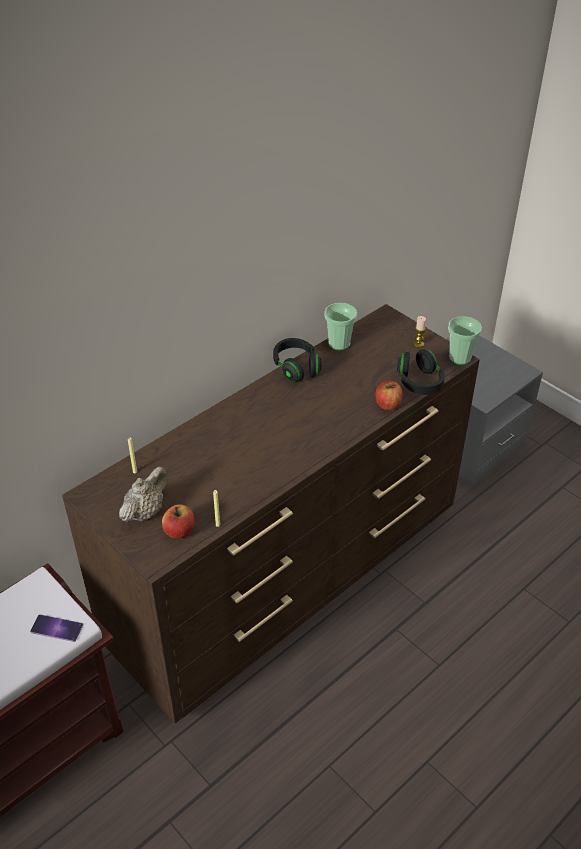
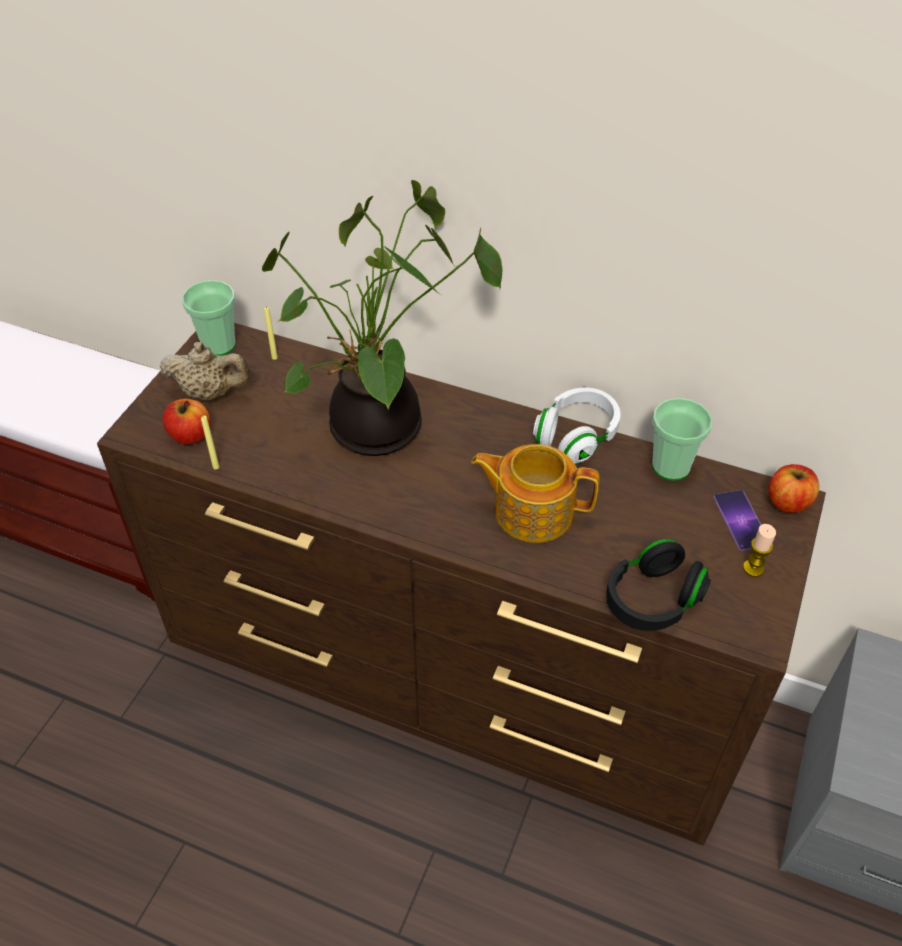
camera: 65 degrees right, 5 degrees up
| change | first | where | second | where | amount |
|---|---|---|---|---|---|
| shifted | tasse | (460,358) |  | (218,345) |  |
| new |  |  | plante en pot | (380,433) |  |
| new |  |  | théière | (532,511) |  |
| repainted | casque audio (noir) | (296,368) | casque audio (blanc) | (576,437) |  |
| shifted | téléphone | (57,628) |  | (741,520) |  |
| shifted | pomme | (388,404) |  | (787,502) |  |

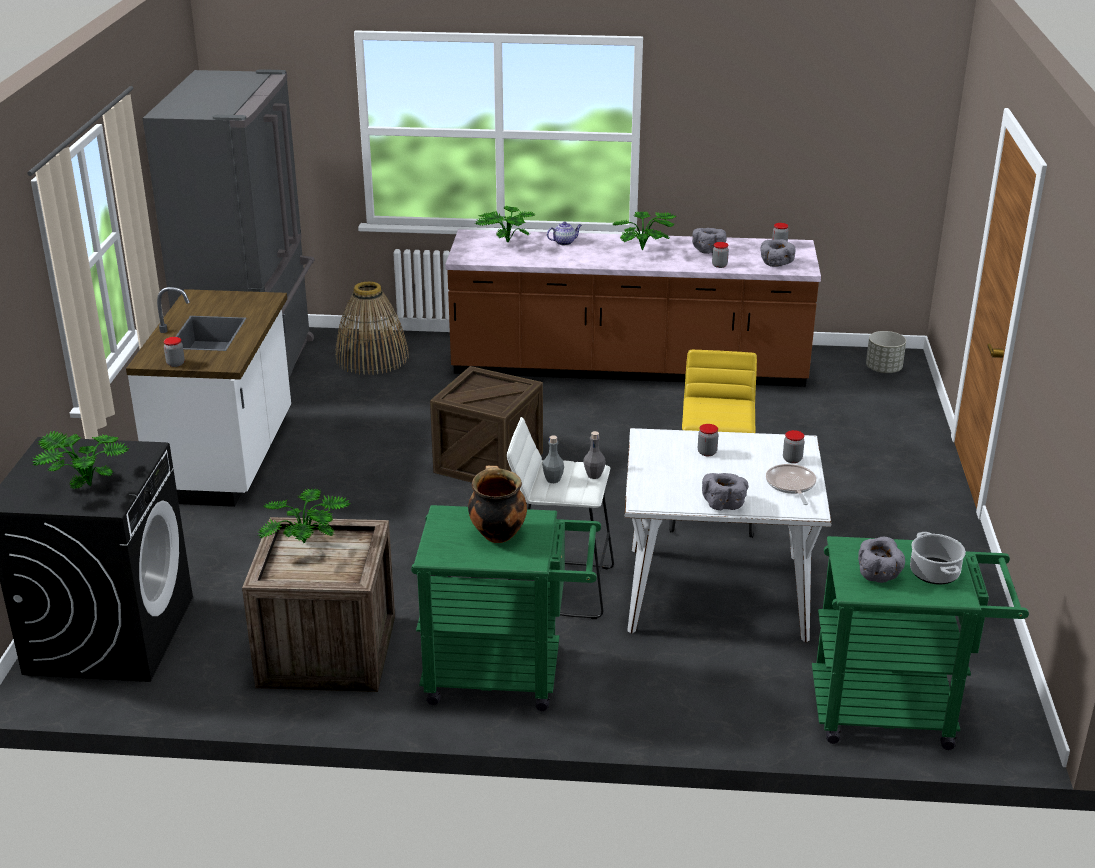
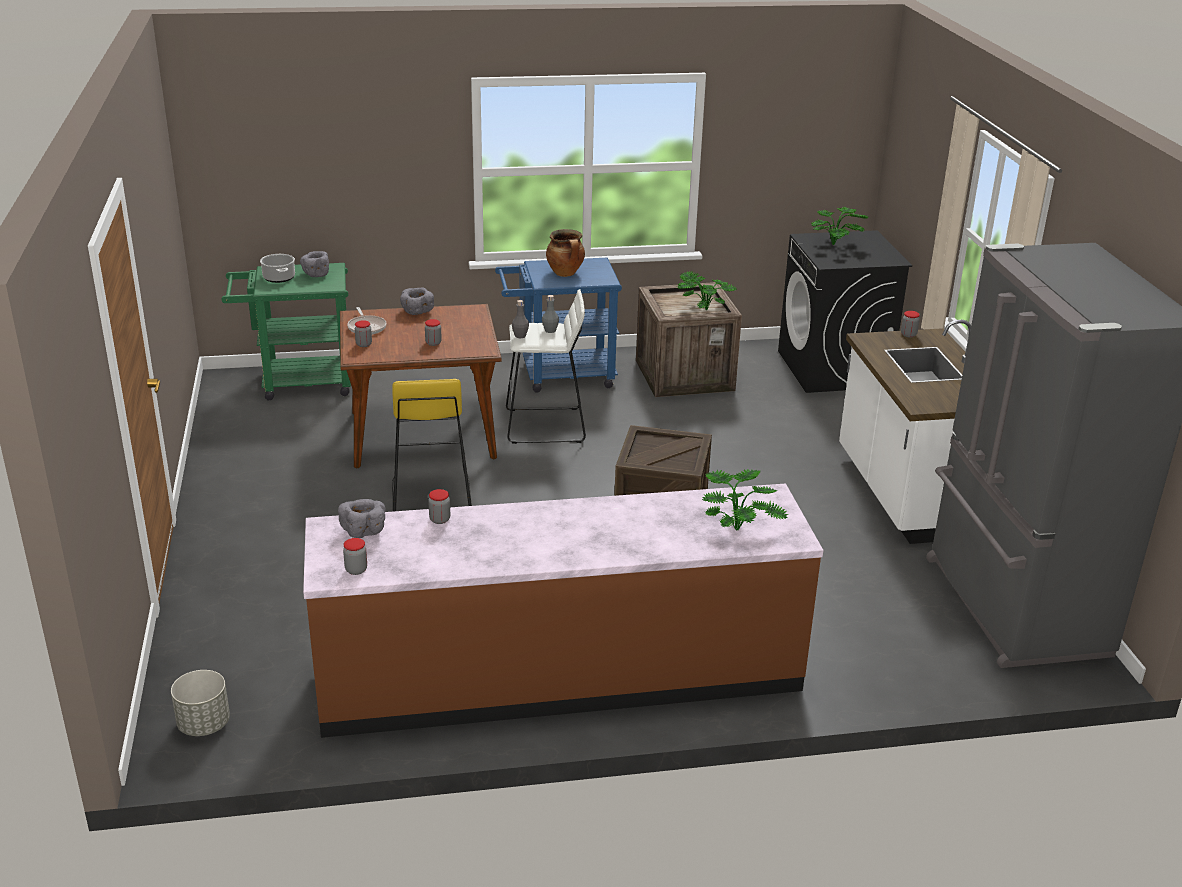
camera: 165 degrees right, 0 degrees up
| change | first | where | second | where | amount |
|---|---|---|---|---|---|
| repainted | table à manger (blanc) | (715,593) | table à manger (marron) | (423,435) |  |
| repainted | chariot (vert) | (507,675) | chariot (bleu) | (559,375) |  |
| gone | panier | (372,358) |  |  |  |
| gone | théière | (564,242) |  |  |  |
| gone | plante en pot | (645,251) |  |  |  |
| gone | bol (gris) | (709,250) |  |  |  |

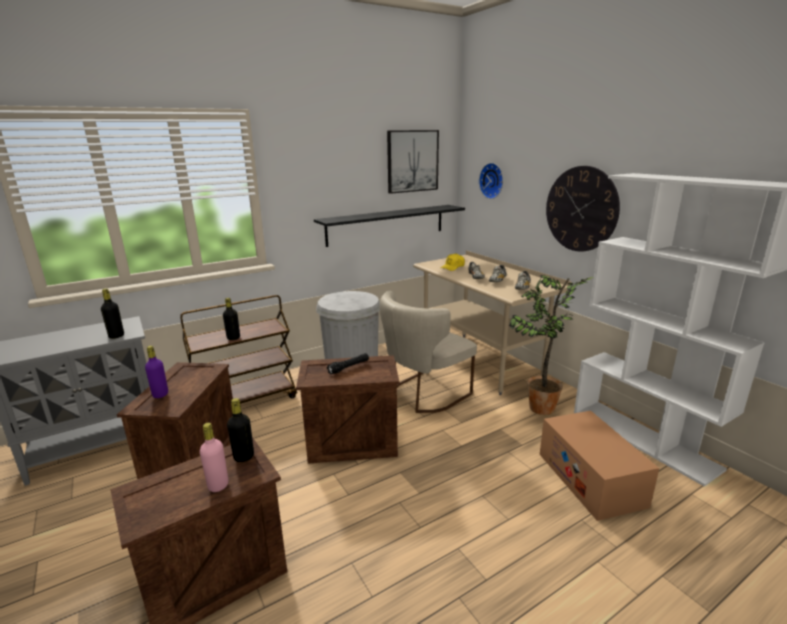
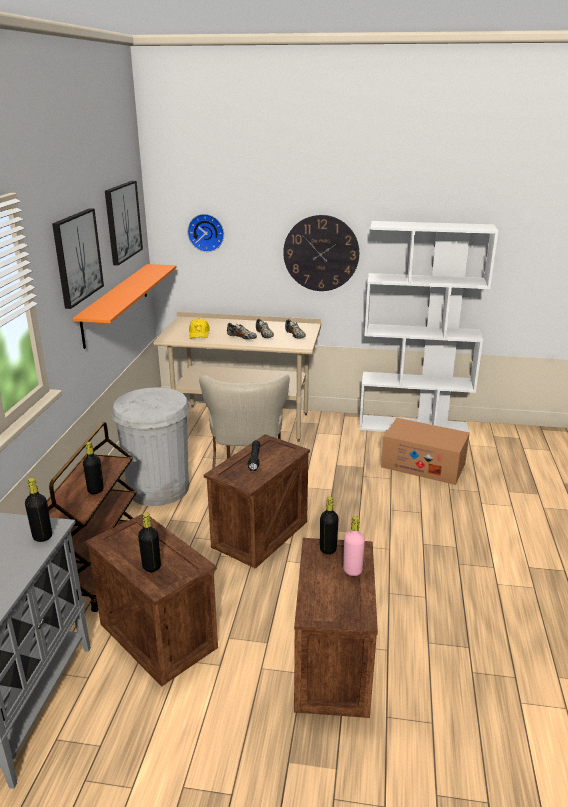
camera: 50 degrees left, 5 degrees up
| change | first | where | second | where | amount |
|---|---|---|---|---|---|
| new |  |  | tableau | (77,257) |  |
| repainted | étagère (noir) | (386,224) | étagère (orange) | (116,303) |  |
| repainted | bouteille (violet) | (160,394) | bouteille (noir) | (151,567) |  |
| gone | plante en pot | (540,410) |  |  |  |

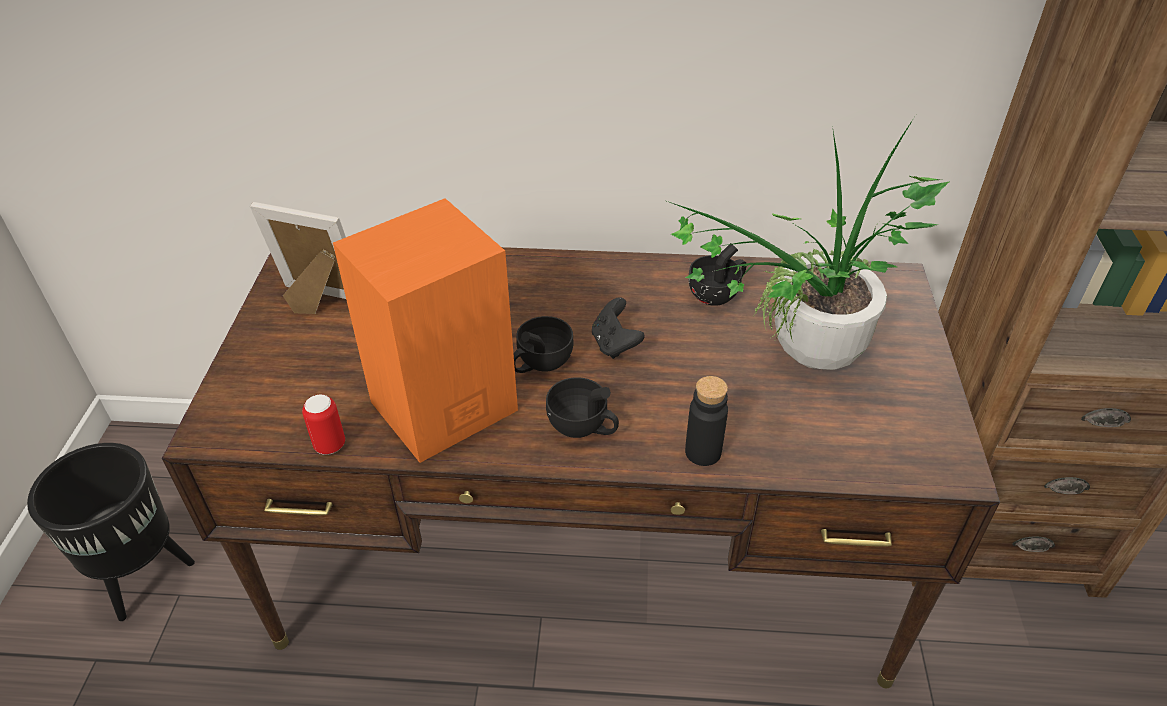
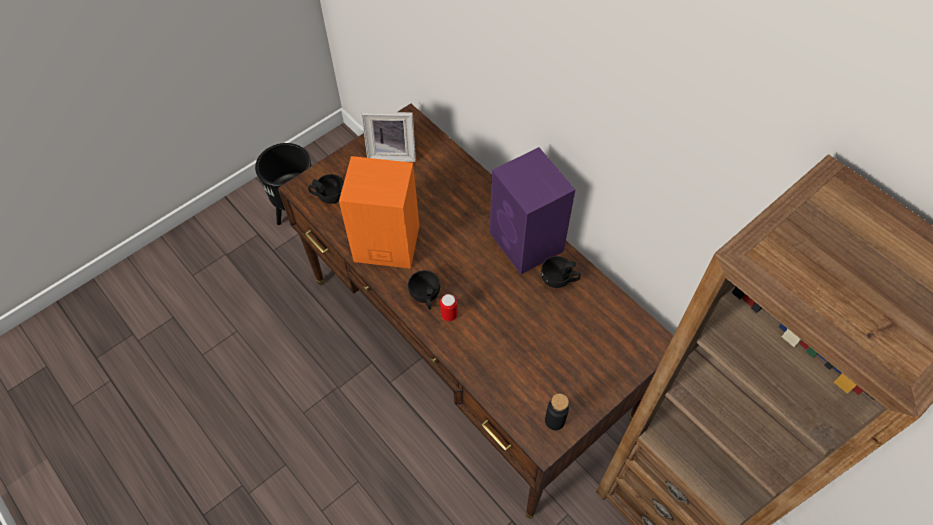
camera: 45 degrees right, 15 degrees up
| change | first | where | second | where | amount |
|---|---|---|---|---|---|
| shifted | tasse (noir) | (540,363) |  | (328,196) |  |
| rotated | cadre photo | (318,303) |  | (392,153) | 120 degrees clockwise |
| shifted | boîte métallique | (330,445) |  | (449,315) |  |
| new |  |  | enceinte (violet) | (527,243) |  |
| shifted | bouteille (noir) | (703,452) |  | (554,420) |  |
| gone | manette (noir) | (615,344) |  |  |  |
| gone | plante en pot | (801,360) |  |  |  |

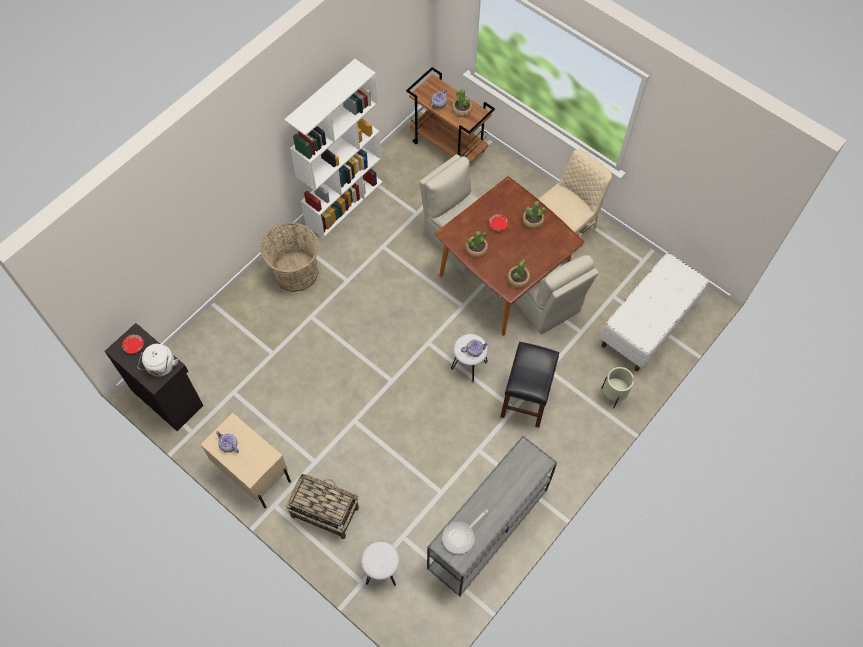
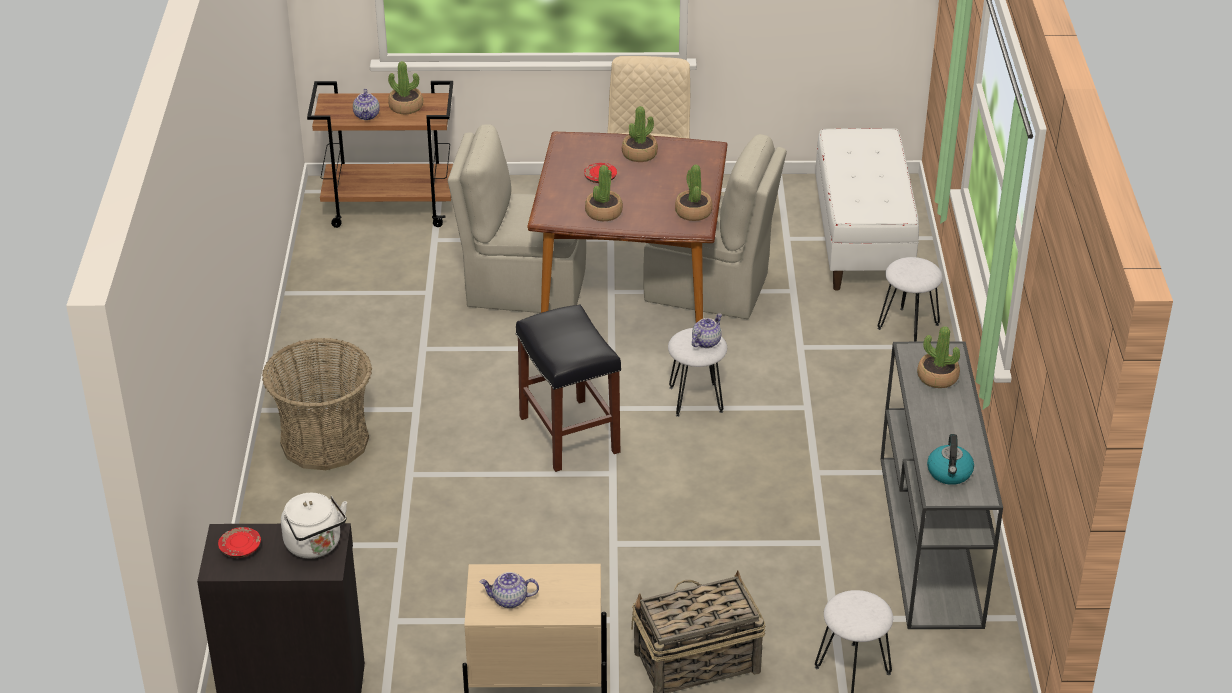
camera: 40 degrees left, 25 degrees down
| change | first | where | second | where | amount |
|---|---|---|---|---|---|
| shifted | tabouret (noir) | (526,400) |  | (570,435) |  |
| swapped | cache-pot (beige) | (613,396) | tabouret (blanc) | (908,327) |  |
| new |  |  | plante en pot | (937,377) |  |
| swapped | poêle | (460,536) | bouilloire | (949,473) |  |
| gone | bibliothèque (blanc) | (344,202) |  |  |  |

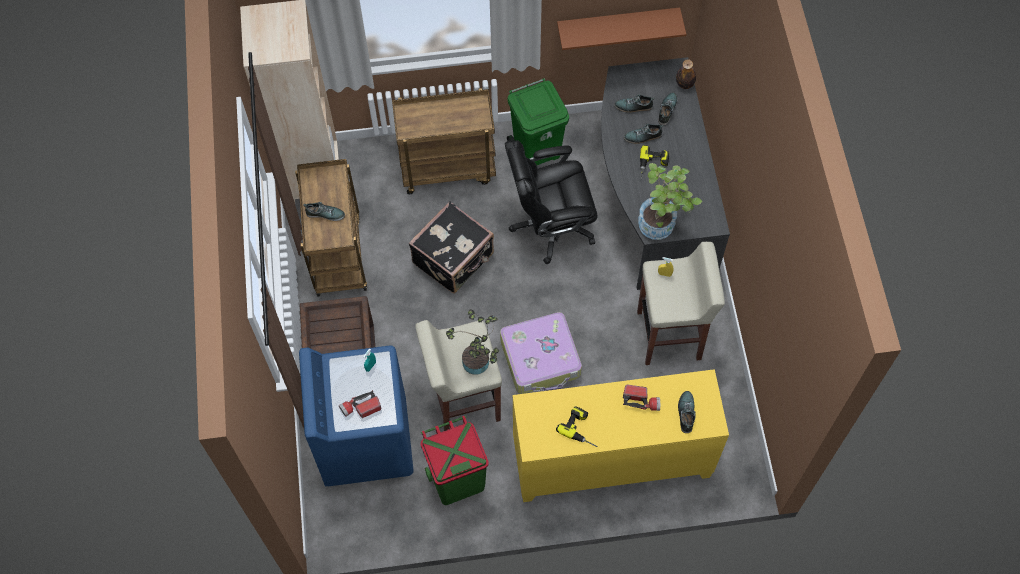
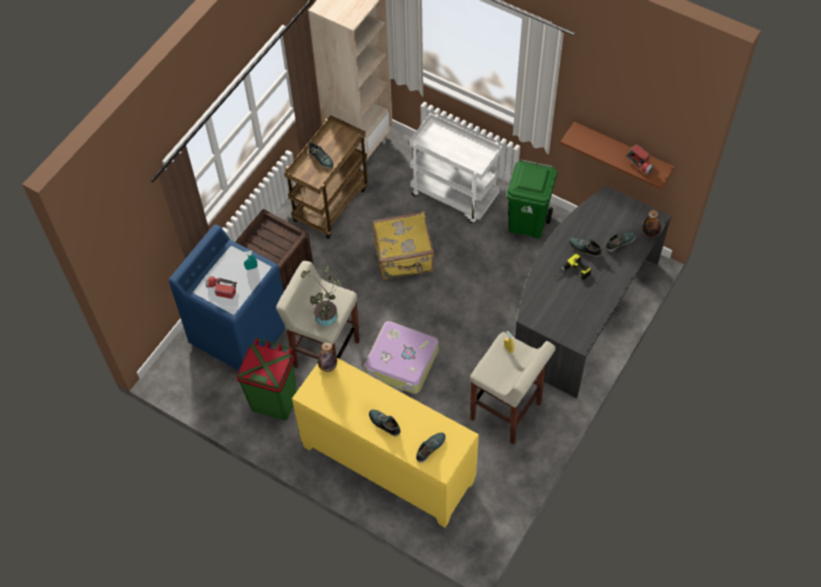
camera: 40 degrees right, 5 degrees down
| change | first | where | second | where | amount |
|---|---|---|---|---|---|
| new |  |  | bouteille | (328,366) |  |
| shifted | chaussure | (633,107) |  | (384,424) |  |
| repainted | valise (noir) | (454,259) | valise (jaune) | (404,258) |  |
| repainted | chariot (marron) | (448,168) | chariot (blanc) | (455,195) |  |
| shifted | lampe de poche | (641,401) |  | (640,163) |  |
| gone | chaise de bureau (noir) | (551,225) |  |  |  |
| gone | perceuse | (582,429) |  |  |  |
| gone | plante en pot | (662,224) |  |  |  |

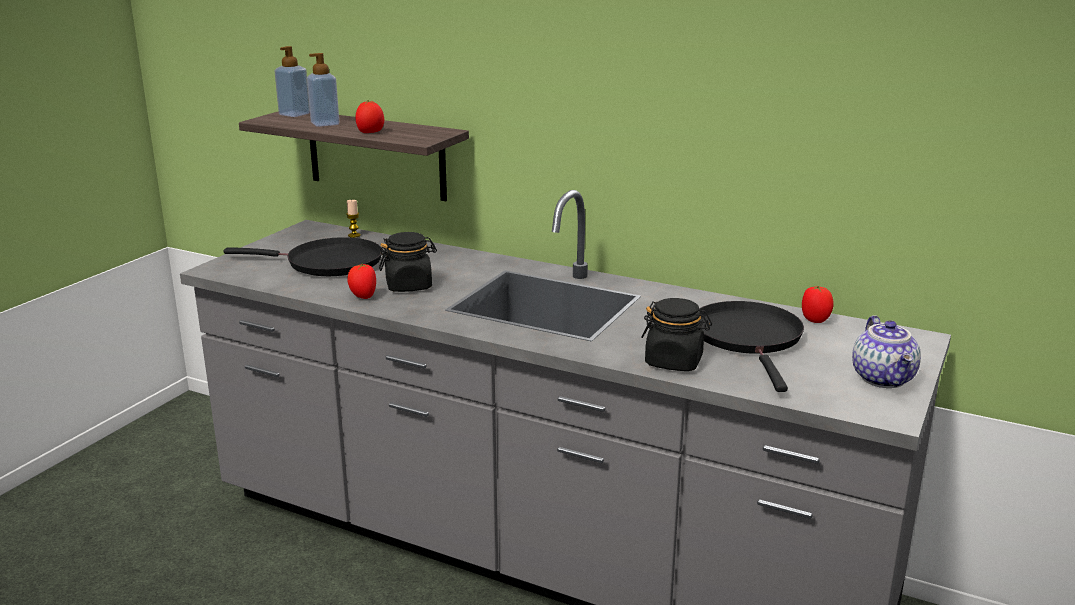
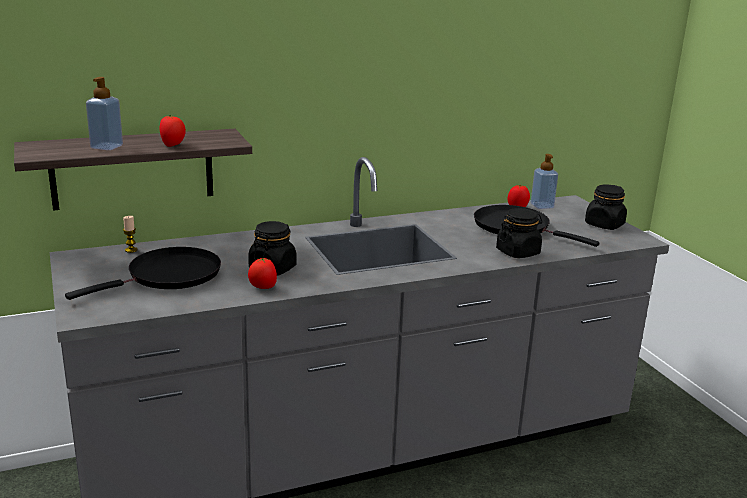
camera: 50 degrees left, 0 degrees up
| change | first | where | second | where | amount |
|---|---|---|---|---|---|
| shifted | distributeur de savon | (294,114) |  | (542,206) |  |
| swapped | théière | (884,379) | bocal (noir) | (604,225) |  |

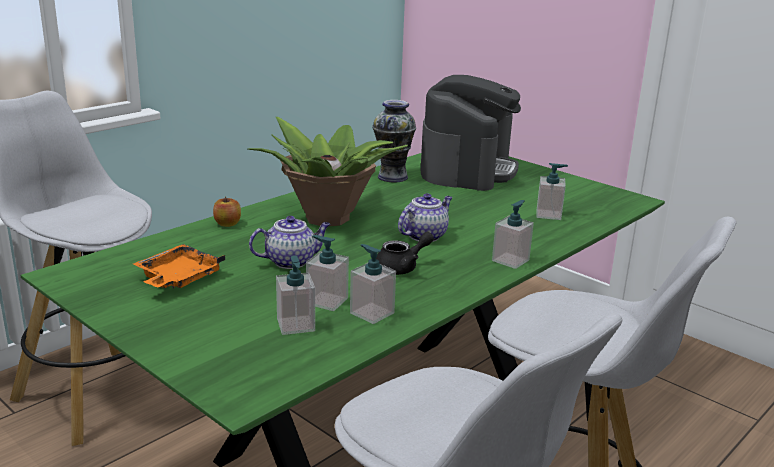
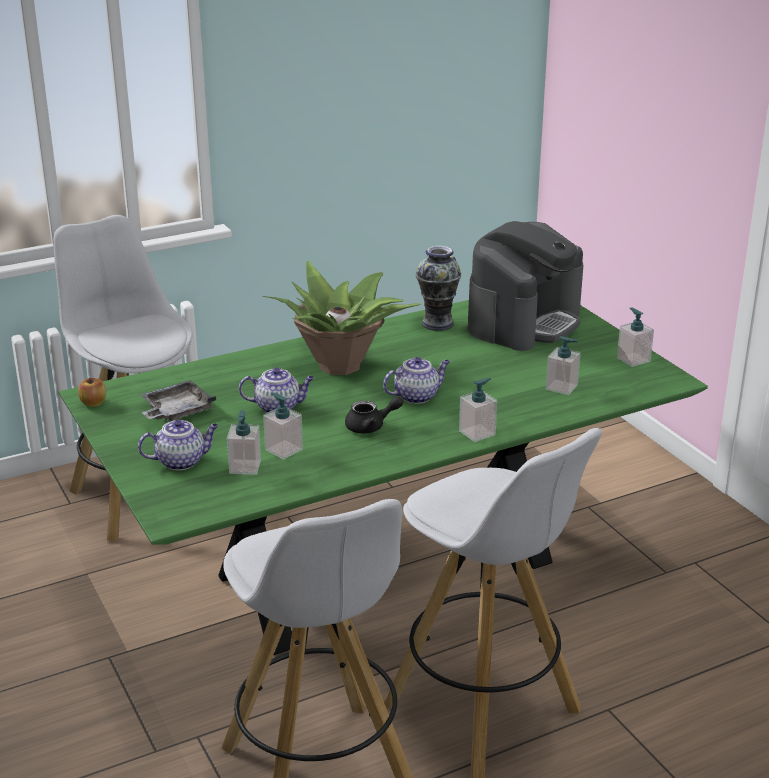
camera: 20 degrees right, 5 degrees up
| change | first | where | second | where | amount |
|---|---|---|---|---|---|
| shifted | pomme | (227,224) |  | (93,403) |  |
| new |  |  | théière | (181,461) |  |
| repainted | plateau (orange) | (178,278) | plateau (gris) | (176,411) |  |
| shifted | distributeur de savon | (371,313) |  | (633,359) |  |

